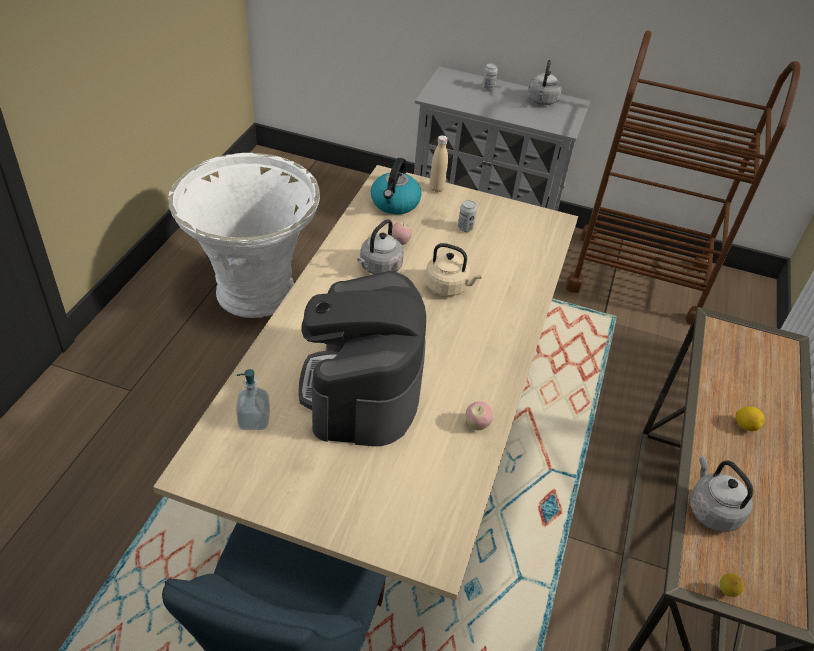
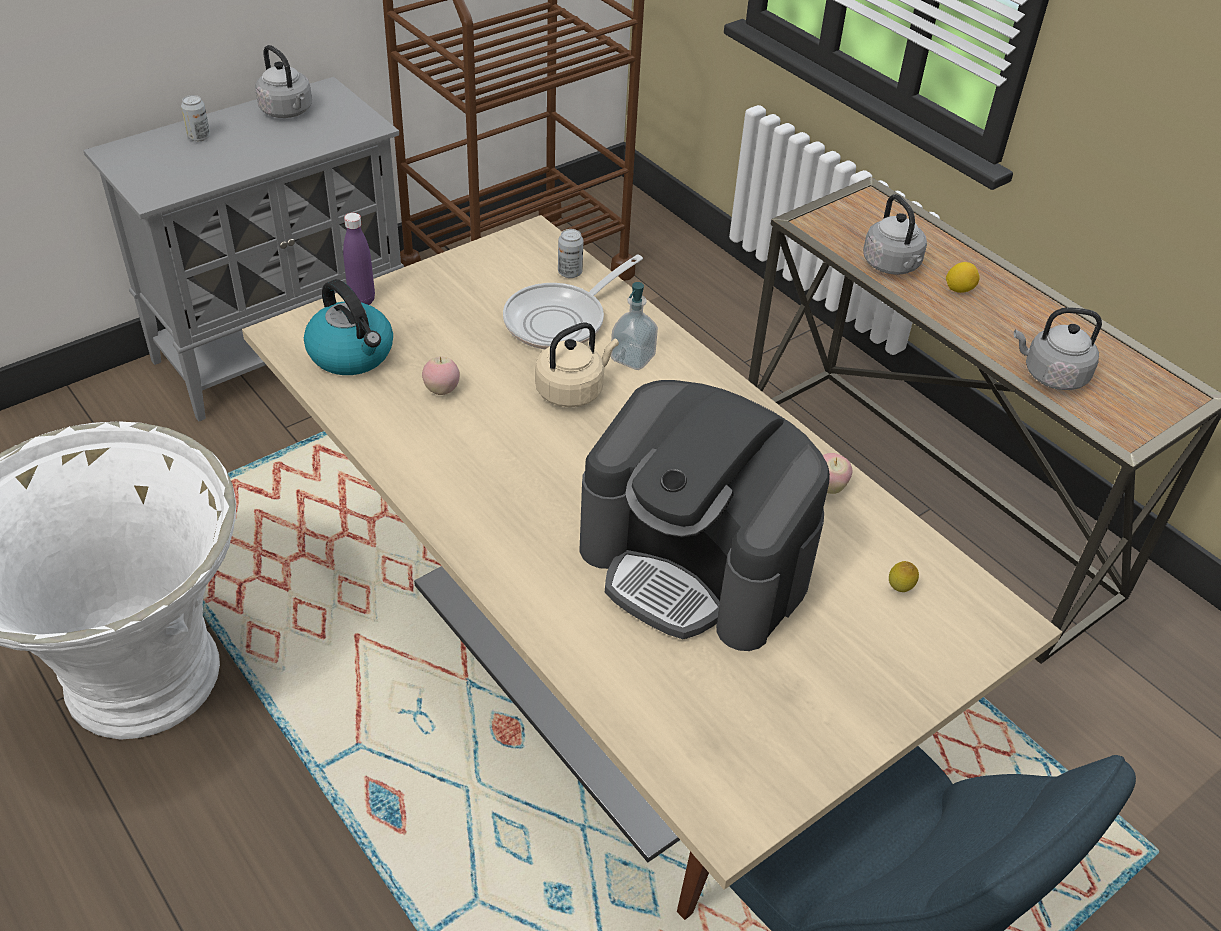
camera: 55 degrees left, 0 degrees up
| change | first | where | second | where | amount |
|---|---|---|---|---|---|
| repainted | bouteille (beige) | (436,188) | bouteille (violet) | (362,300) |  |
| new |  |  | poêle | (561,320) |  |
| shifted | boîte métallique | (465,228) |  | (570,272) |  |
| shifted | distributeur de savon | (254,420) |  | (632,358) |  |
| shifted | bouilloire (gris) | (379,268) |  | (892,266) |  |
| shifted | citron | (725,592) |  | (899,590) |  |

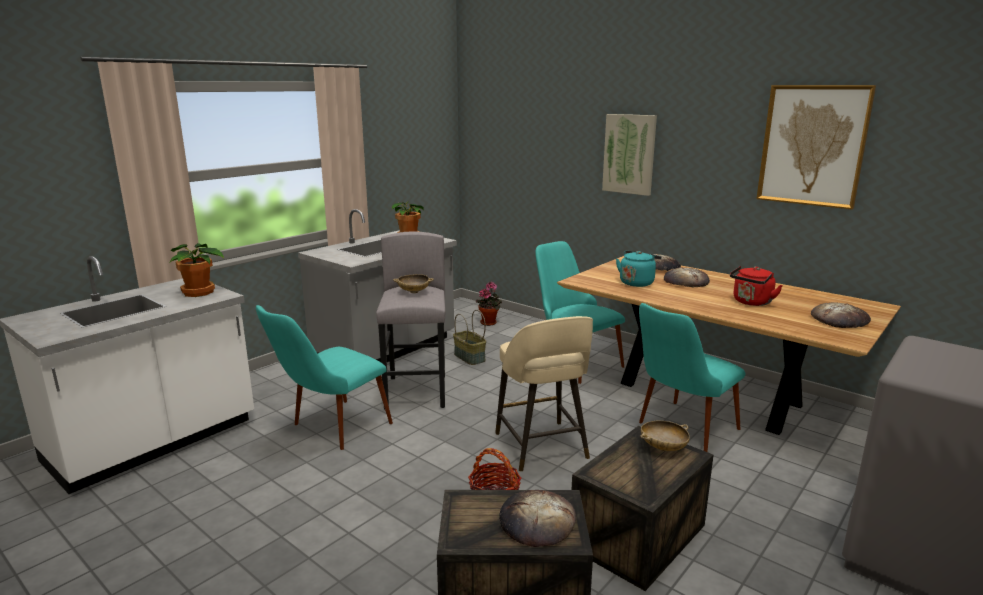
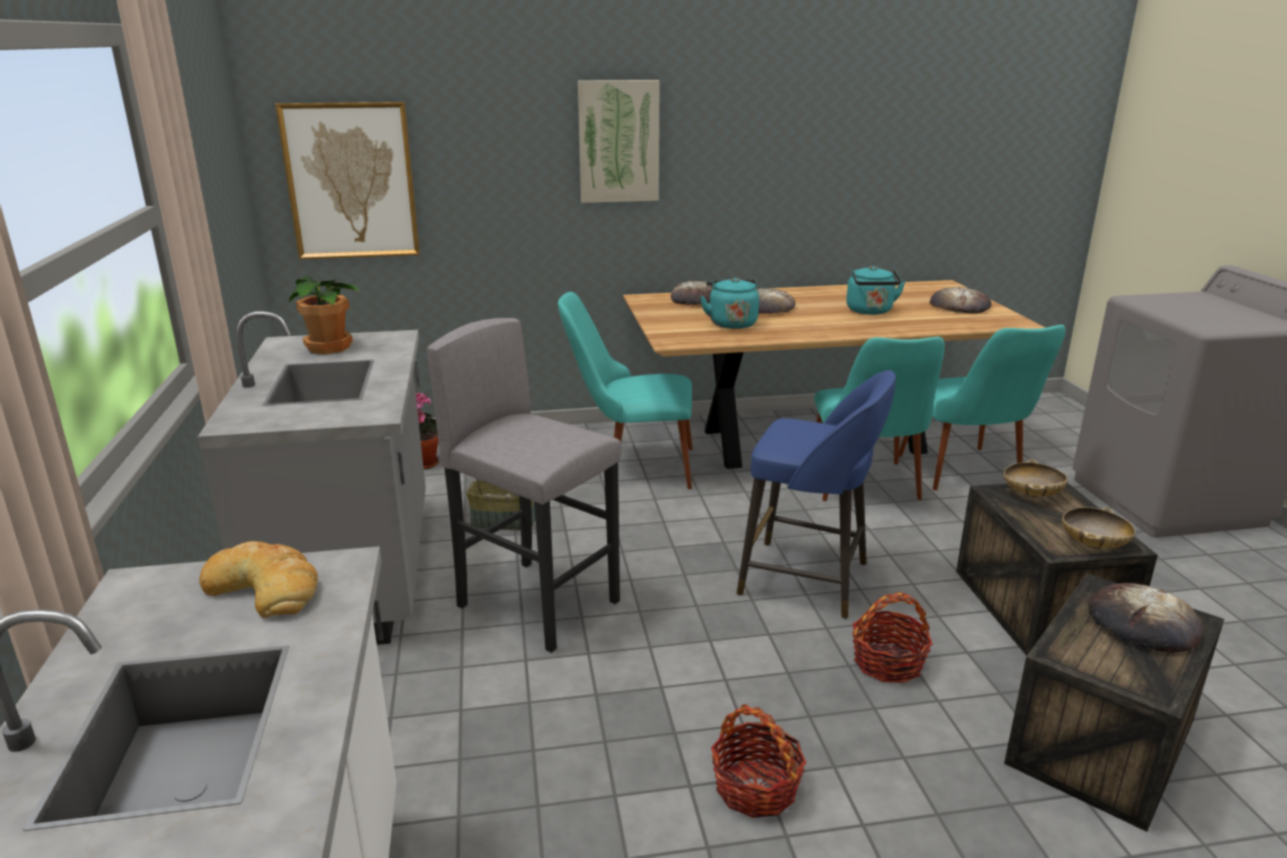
camera: 50 degrees left, 5 degrees up
| change | first | where | second | where | amount |
|---|---|---|---|---|---|
| swapped | plante en pot | (199,293) | pain | (265,587) |  |
| shifted | tableau | (812,146) |  | (351,181) |  |
| new |  |  | panier | (755,788) |  |
| repainted | tabouret (beige) | (542,447) | tabouret (bleu) | (808,580) |  |
| repainted | bouilloire (rouge) | (751,302) | bouilloire (turquoise) | (870,311) |  |
| shifted | chaise (turquoise) | (330,430) |  | (968,477) |  |
| shifted | bol (beige) | (414,292) |  | (1093,545) |  |

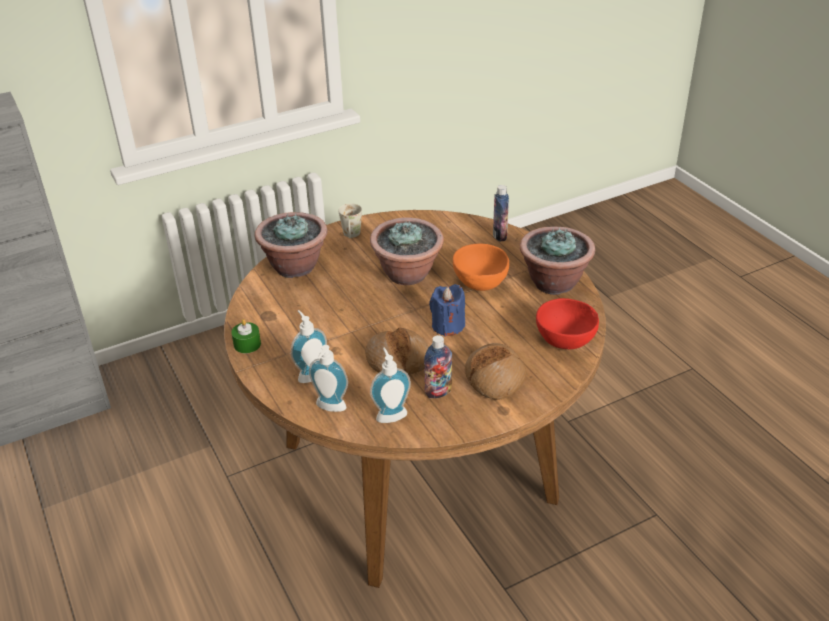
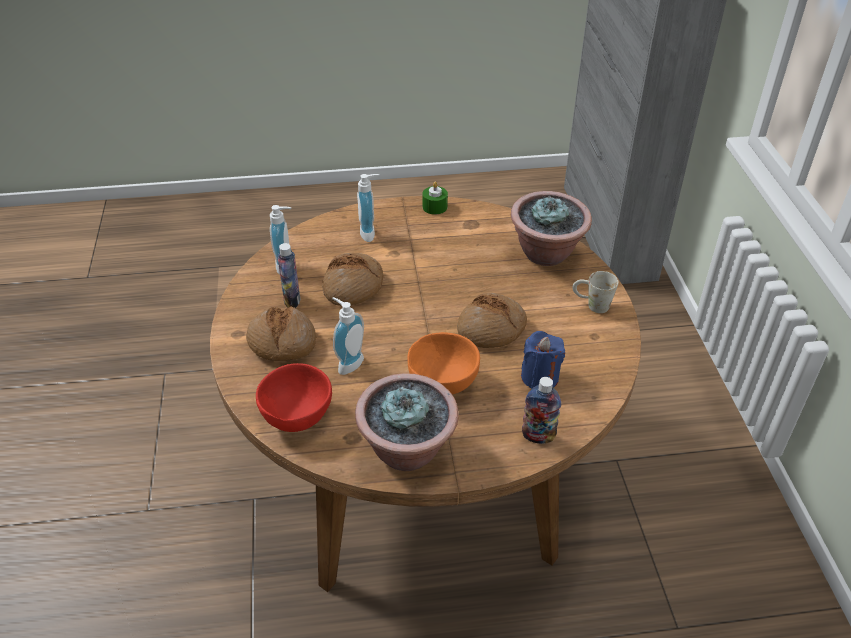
camera: 110 degrees right, 5 degrees up
| change | first | where | second | where | amount |
|---|---|---|---|---|---|
| shifted | distributeur de savon | (329,408) |  | (348,363) |  |
| swapped | plante en pot | (408,274) | pain | (491,329) |  |
| shifted | bougie (bleu) | (448,326) |  | (540,377) |  |

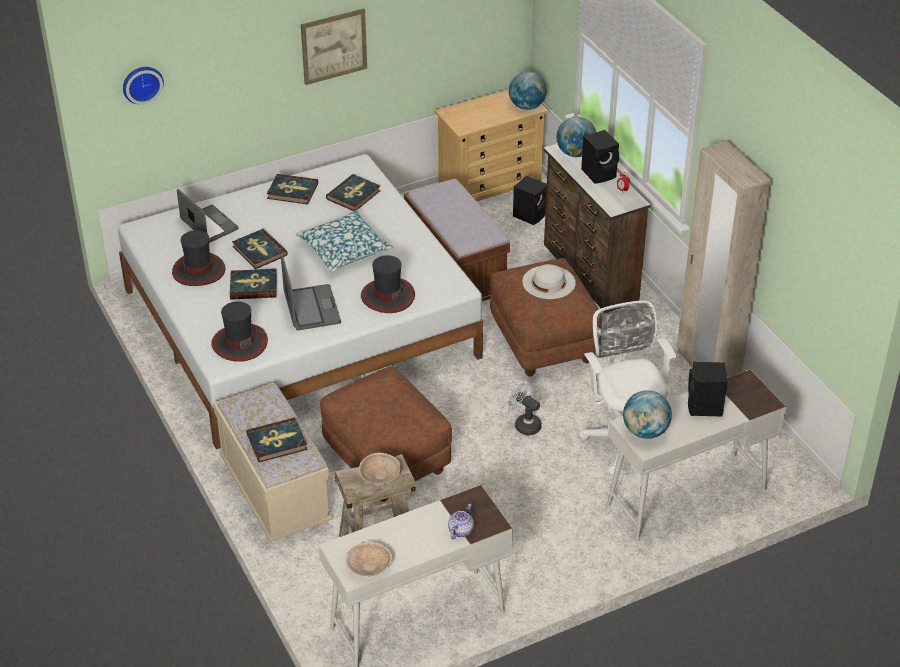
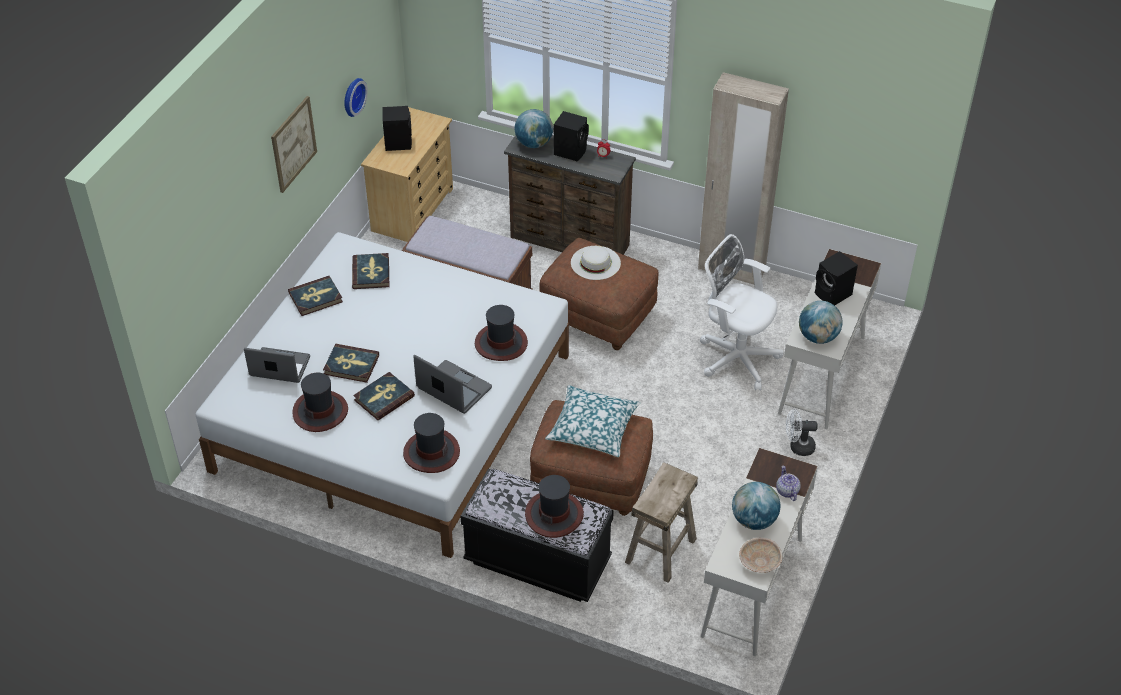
camera: 40 degrees left, 5 degrees up
| change | first | where | second | where | amount |
|---|---|---|---|---|---|
| shifted | horloge murale | (142,83) |  | (352,96) |  |
| shifted | enceinte (noir) | (530,215) |  | (398,142) |  |
| repainted | banc (beige) | (274,492) | banc (noir) | (537,561) |  |
| swapped | livre | (277,442) | chapeau | (554,514) |  |
| shifted | coussin | (344,249) |  | (593,428) |  |
| shifted | globe | (527,106) |  | (754,520) |  |
| shifted | ventilateur (blanc) | (524,424) |  | (798,447) |  |
| gone | bol (beige) | (379,477) |  |  |  |

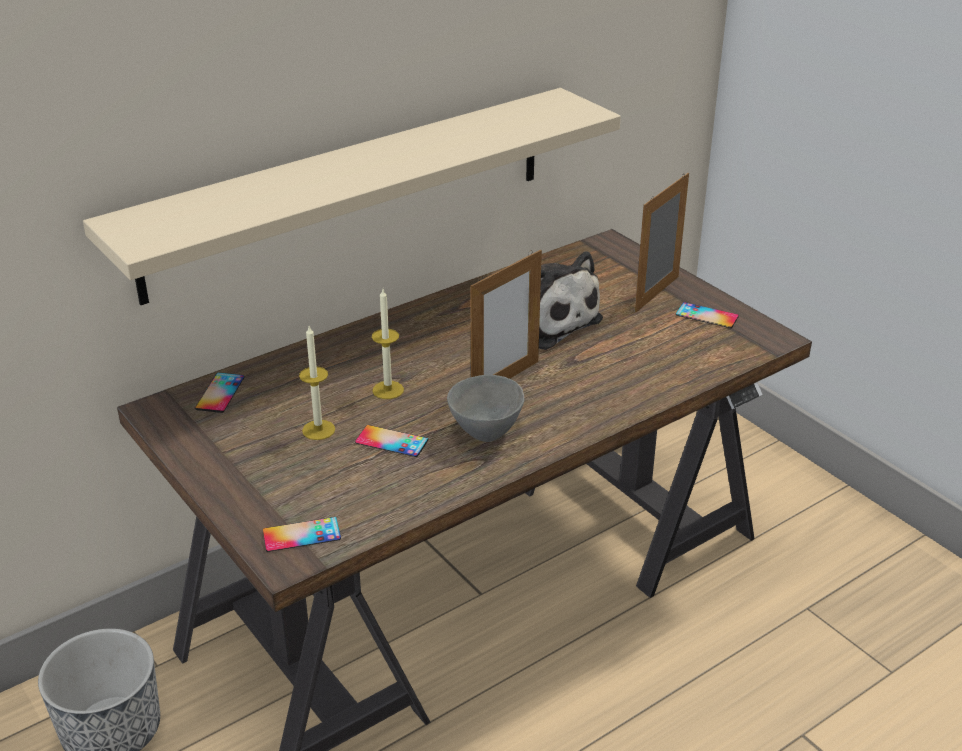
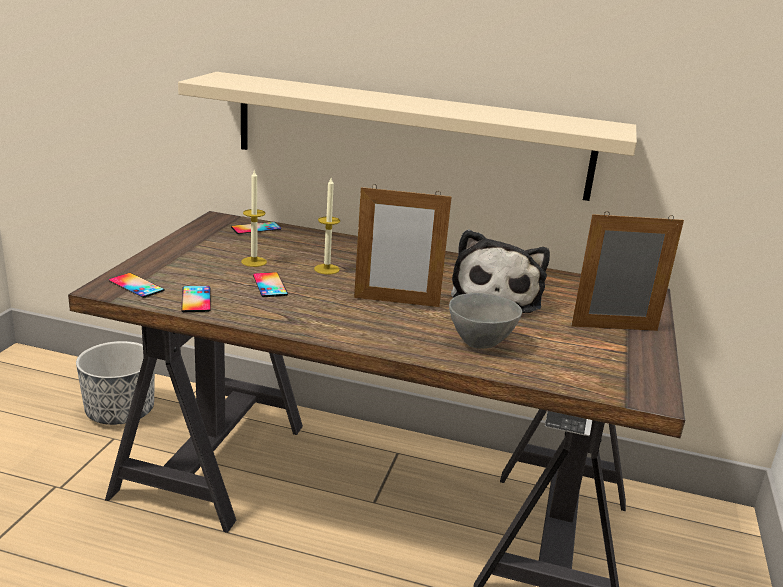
camera: 50 degrees right, 10 degrees down
| change | first | where | second | where | amount |
|---|---|---|---|---|---|
| shifted | téléphone | (707,316) |  | (196,299) |  |
| shifted | bol (gris) | (485,432) |  | (480,343) |  |

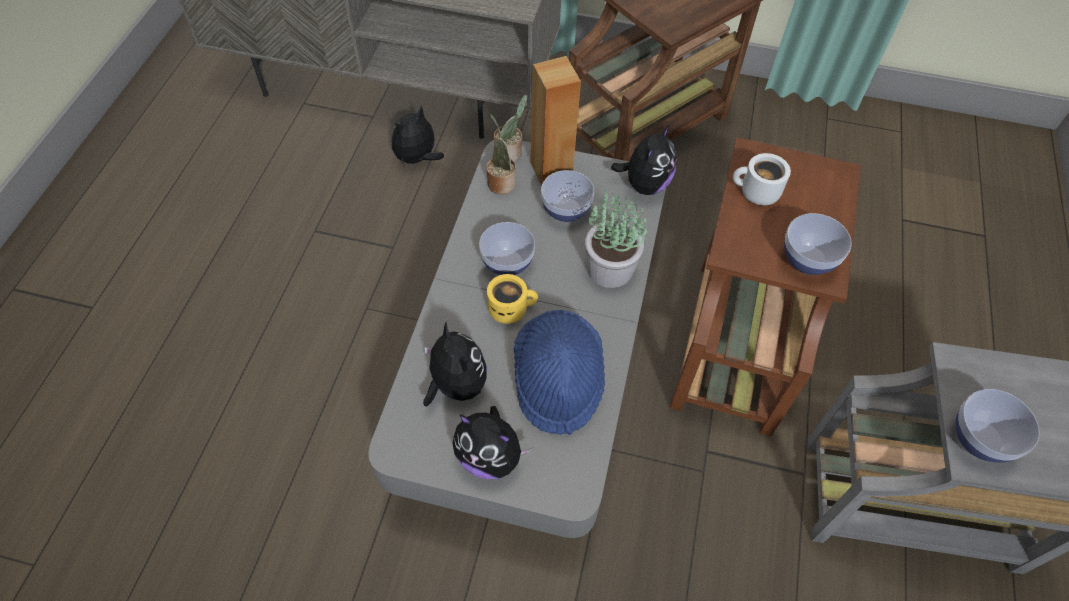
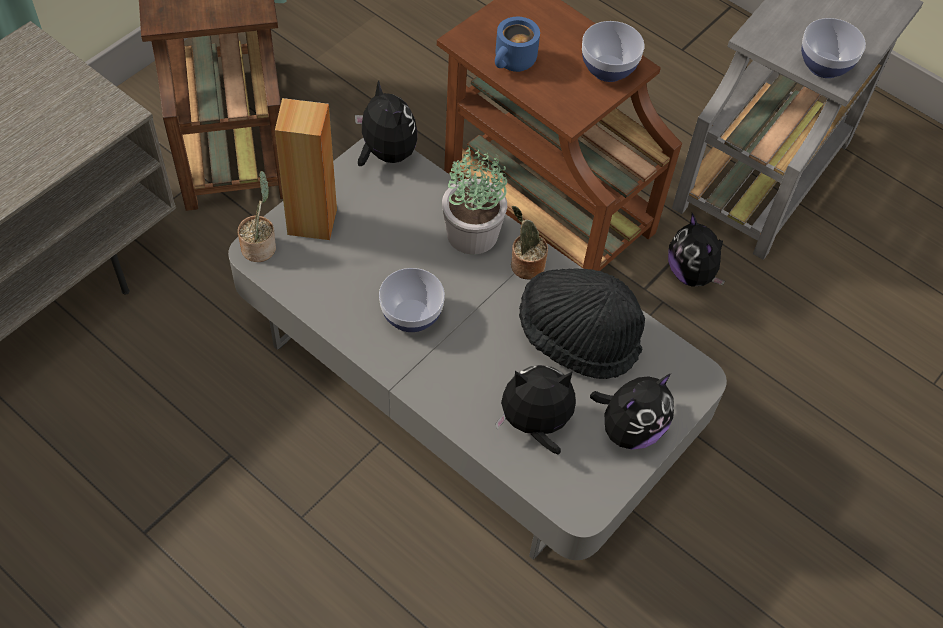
camera: 65 degrees left, 0 degrees up
| change | first | where | second | where | amount |
|---|---|---|---|---|---|
| repainted | mug (blanc) | (755,194) | mug (bleu) | (514,63) |  |
| shifted | plante en pot | (500,182) |  | (525,265) |  |
| repainted | chapeau (bleu) | (558,382) | chapeau (noir) | (577,337) |  |
| shifted | peluche | (417,159) |  | (692,273) |  |
| gone | mug (jaune) | (511,308) |  |  |  |
| gone | bol | (566,210) |  |  |  |

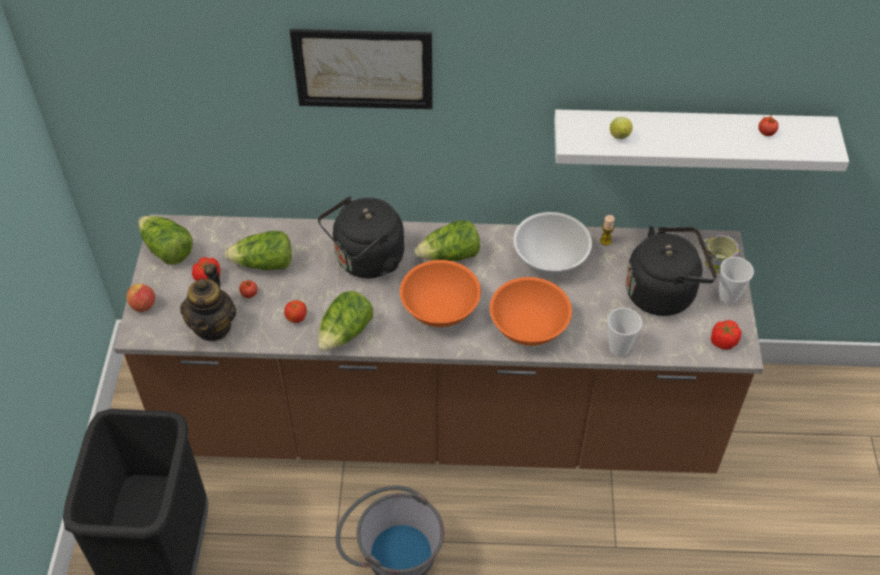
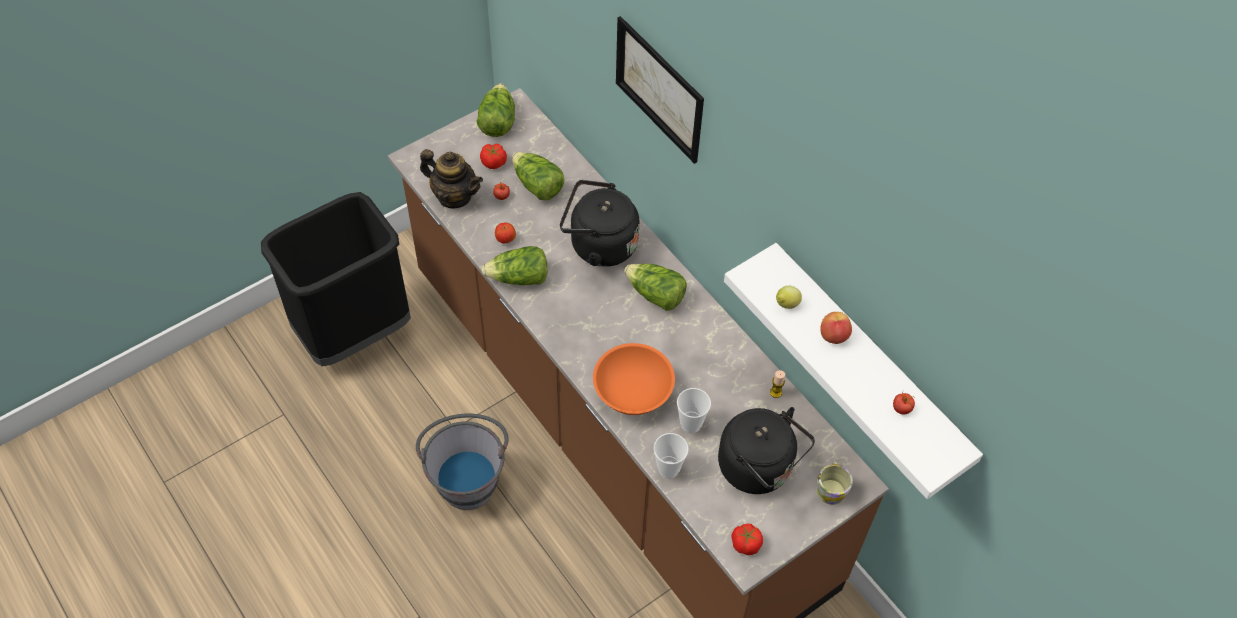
camera: 50 degrees right, 5 degrees up
| change | first | where | second | where | amount |
|---|---|---|---|---|---|
| rotated | théière | (213,326) |  | (454,196) | 120 degrees counterclockwise |
| shifted | tasse | (728,297) |  | (690,424) |  |
| shifted | pomme | (143,306) |  | (833,336) |  |
| gone | bol (orange) | (440,309) |  |  |  |
| gone | bol (blanc) | (549,259) |  |  |  |

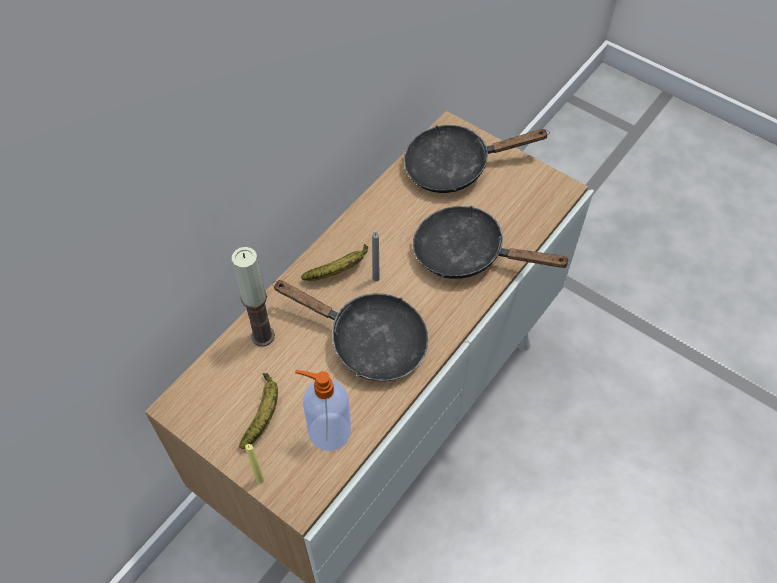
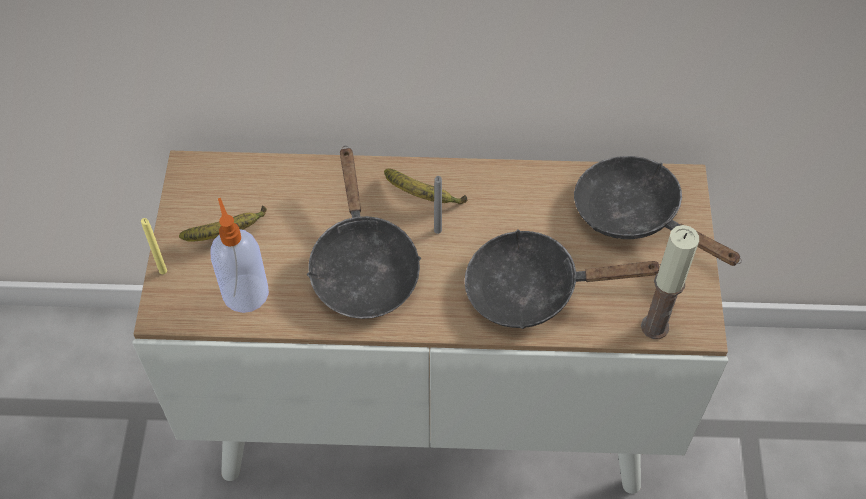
camera: 55 degrees right, 0 degrees up
| change | first | where | second | where | amount |
|---|---|---|---|---|---|
| rotated | poêle (noir) | (467,254) |  | (533,289) | 75 degrees counterclockwise |
| shifted | bougie | (262,336) |  | (654,326) |  |

